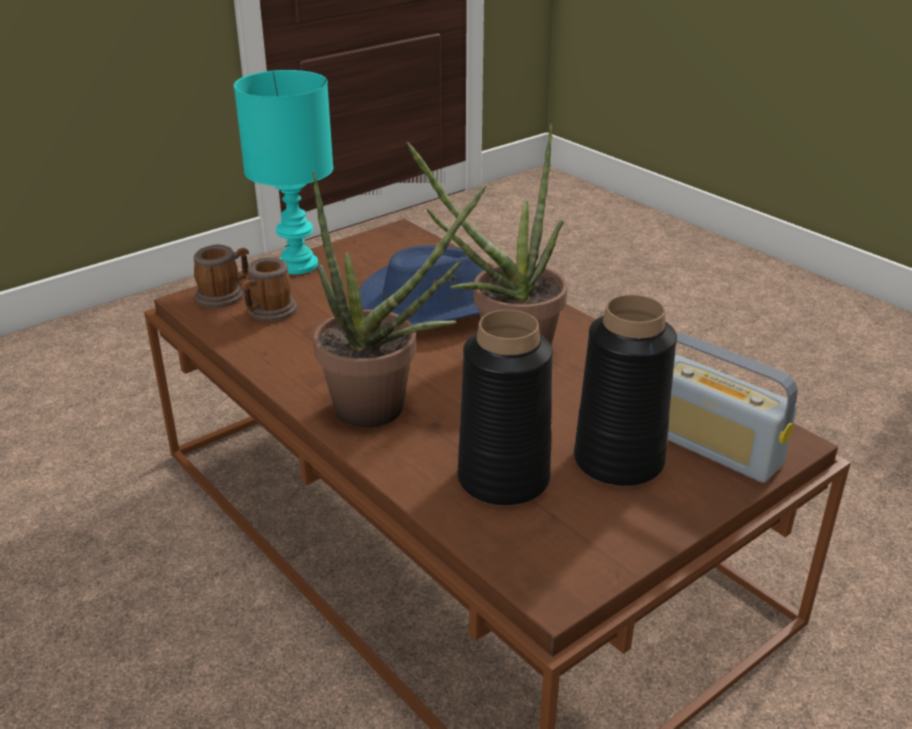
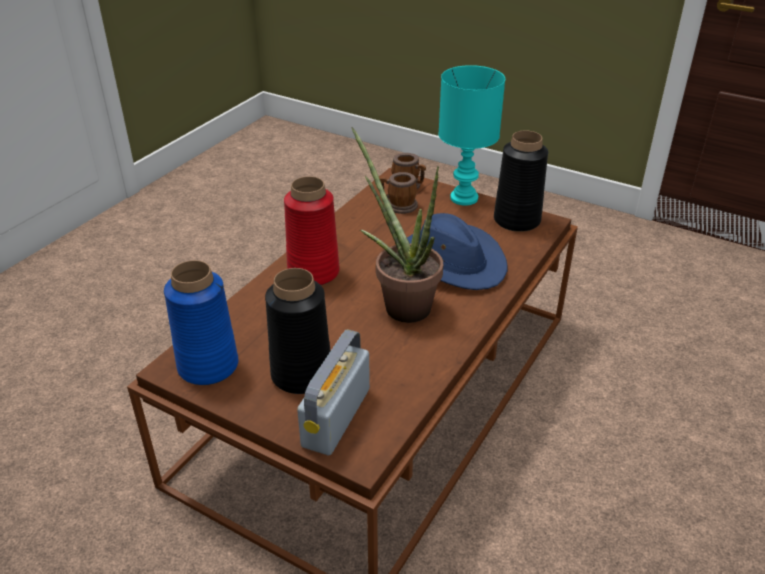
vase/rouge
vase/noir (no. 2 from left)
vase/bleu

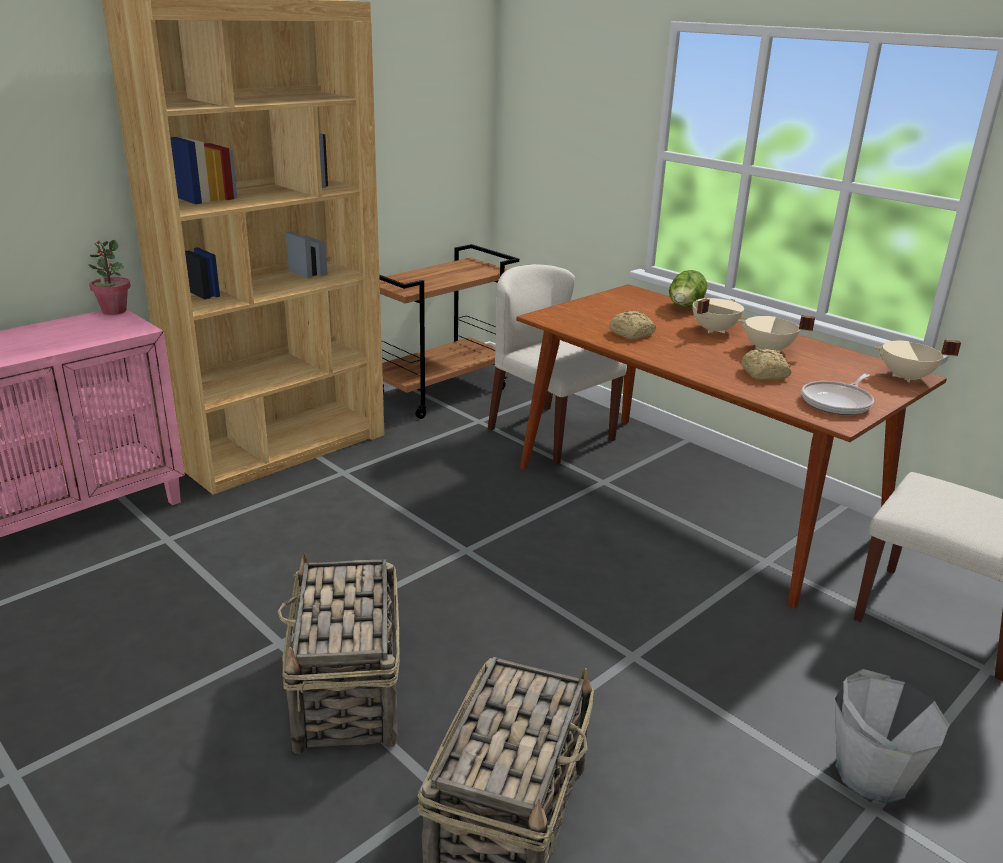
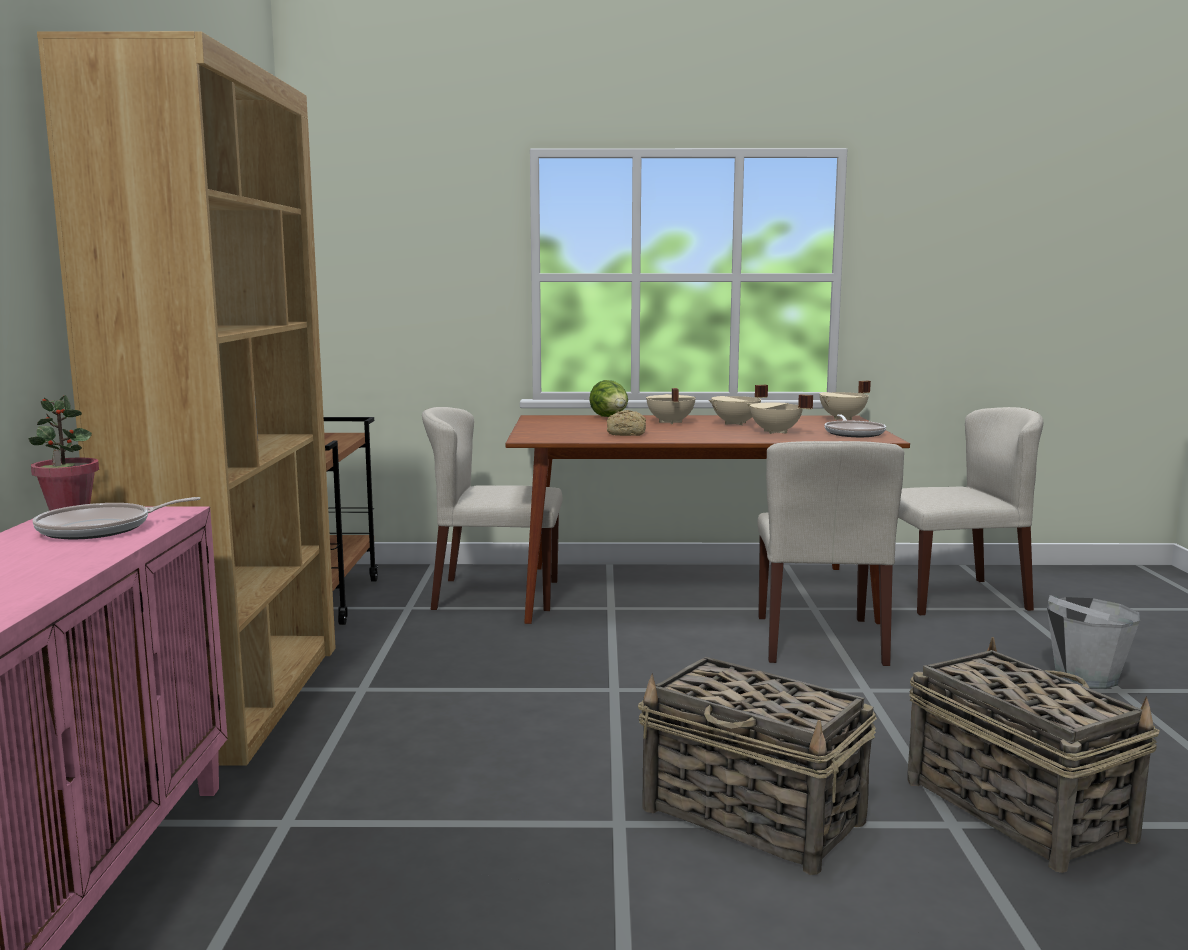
marmite/beige (no. 3 from left)
poêle (no. 1 from left)
chaise/beige (no. 2 from left)

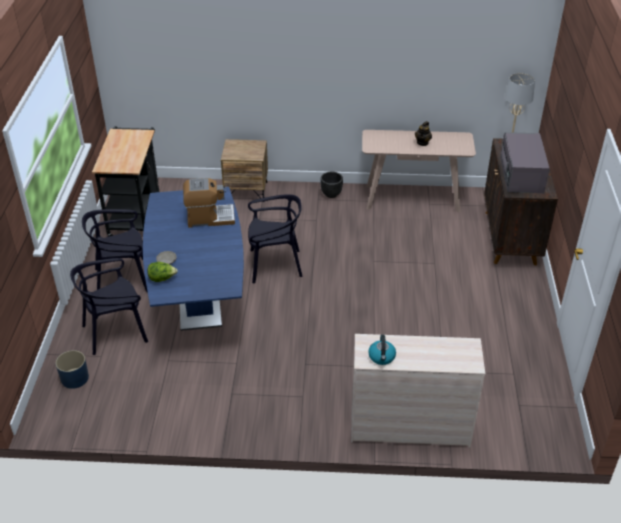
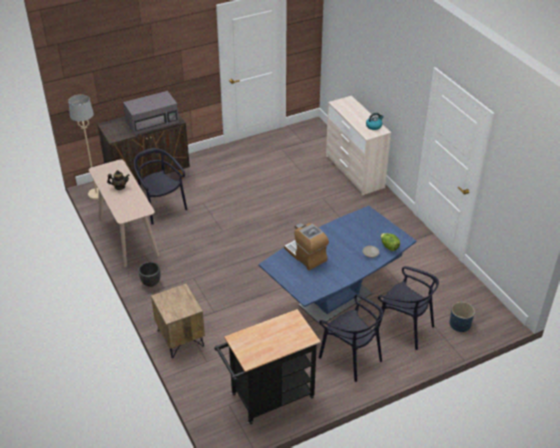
chaise/noir (no. 1 from left)

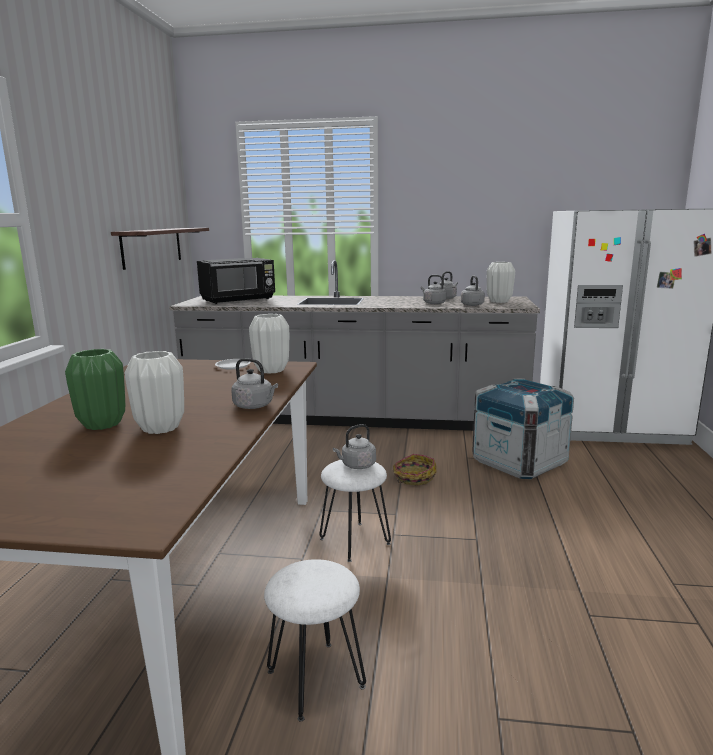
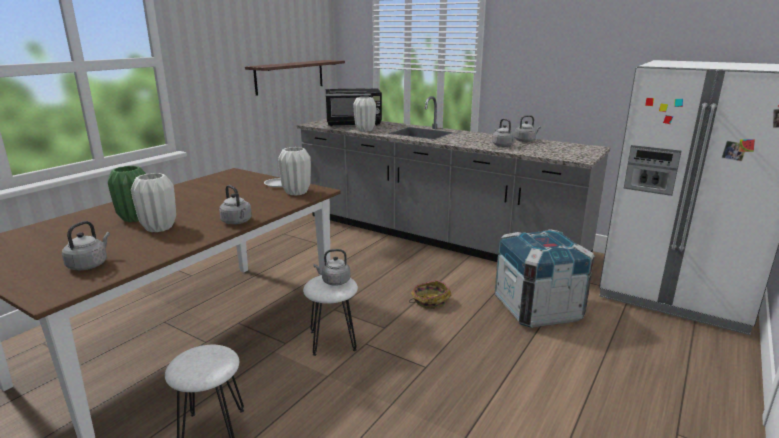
bouilloire/gris (no. 1 from left)
vase/blanc (no. 3 from left)

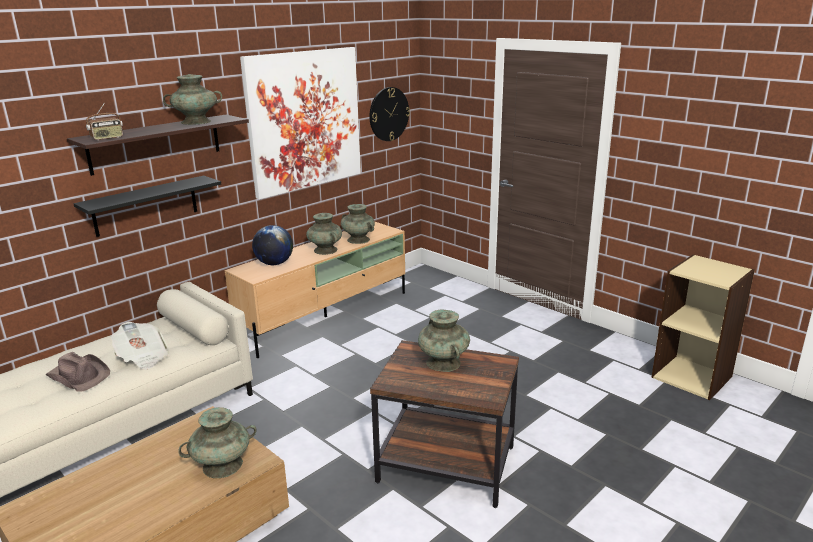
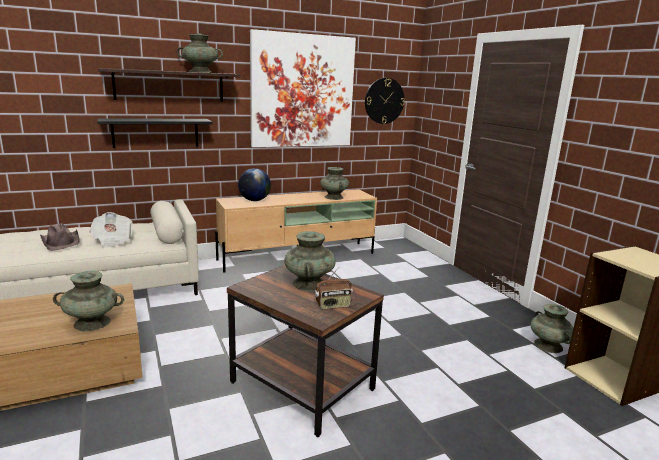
radio
vase/turquoise (no. 5 from left)

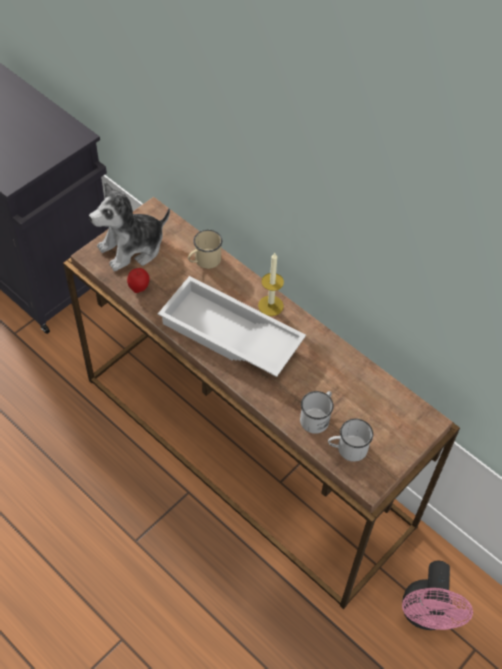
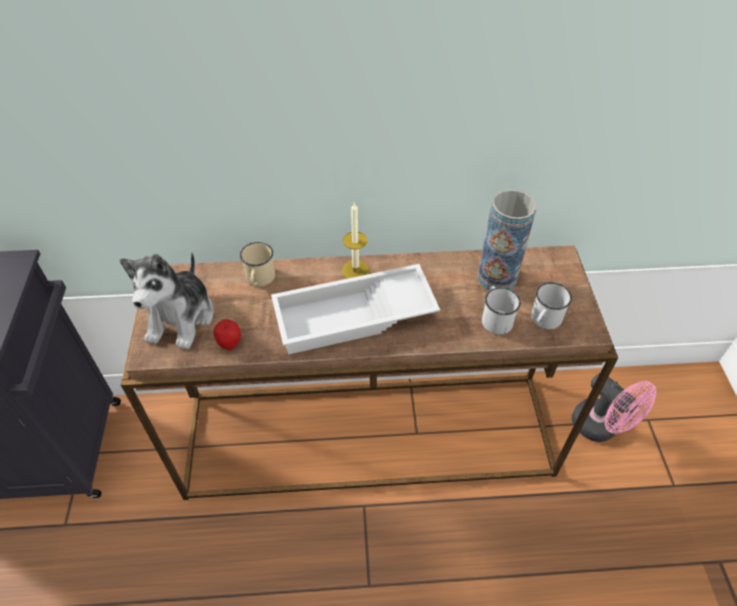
vase

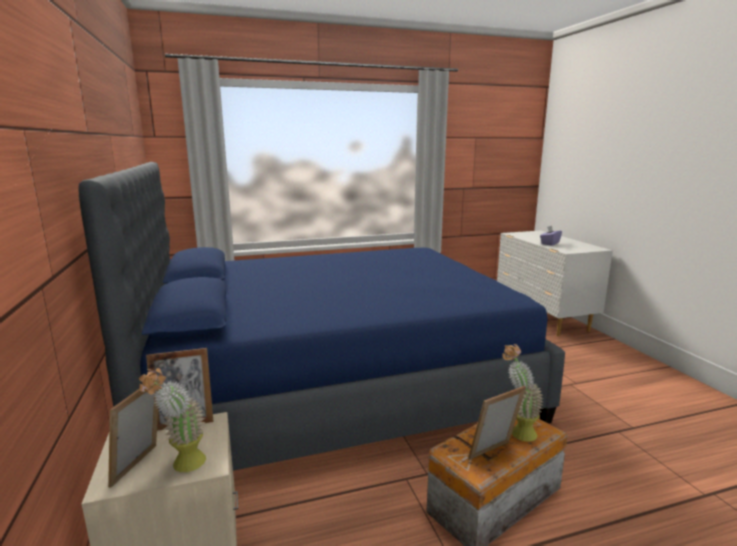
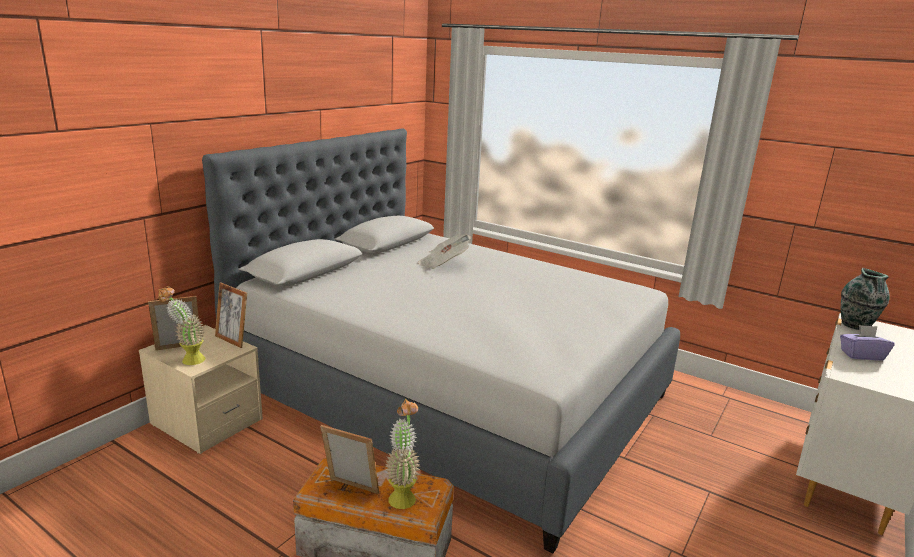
lit/gris
journal
vase

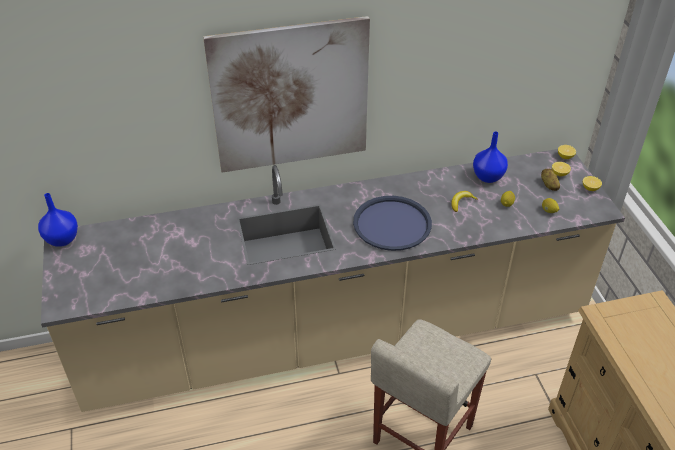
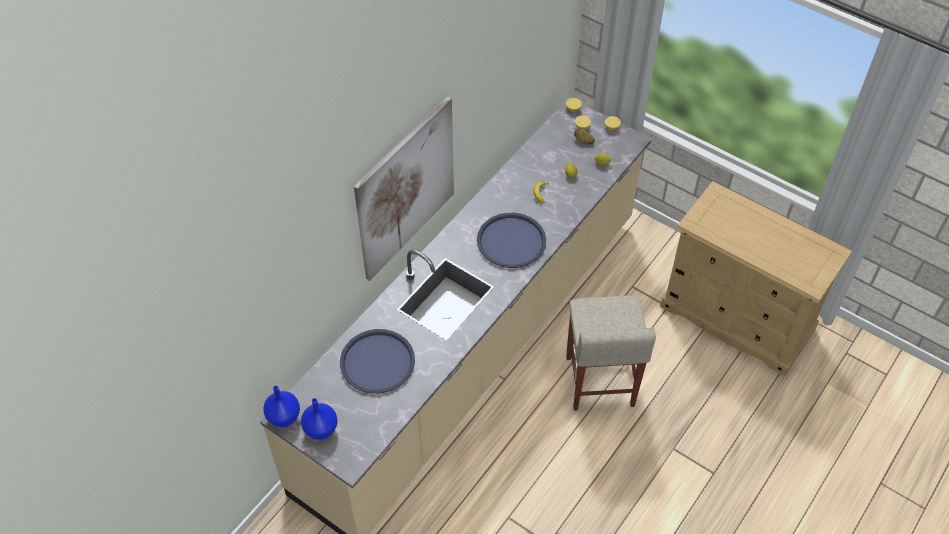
vase/bleu (no. 2 from left)
plateau/bleu (no. 1 from left)

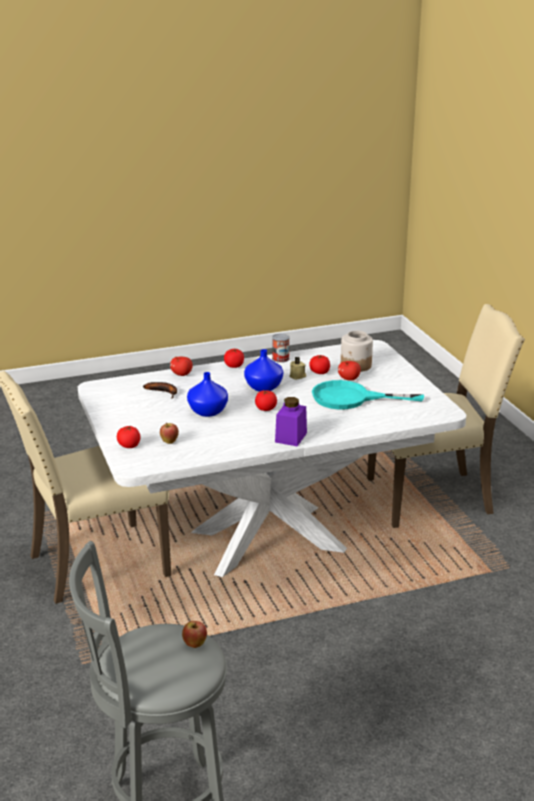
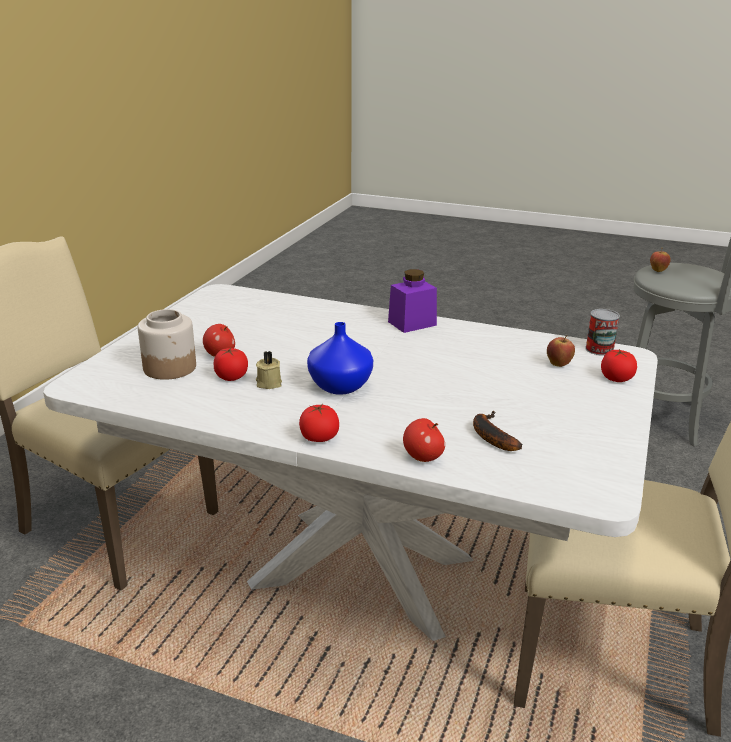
vase/bleu (no. 1 from left in the first image)
tomate (no. 3 from left in the first image)
boîte métallique
poêle/turquoise

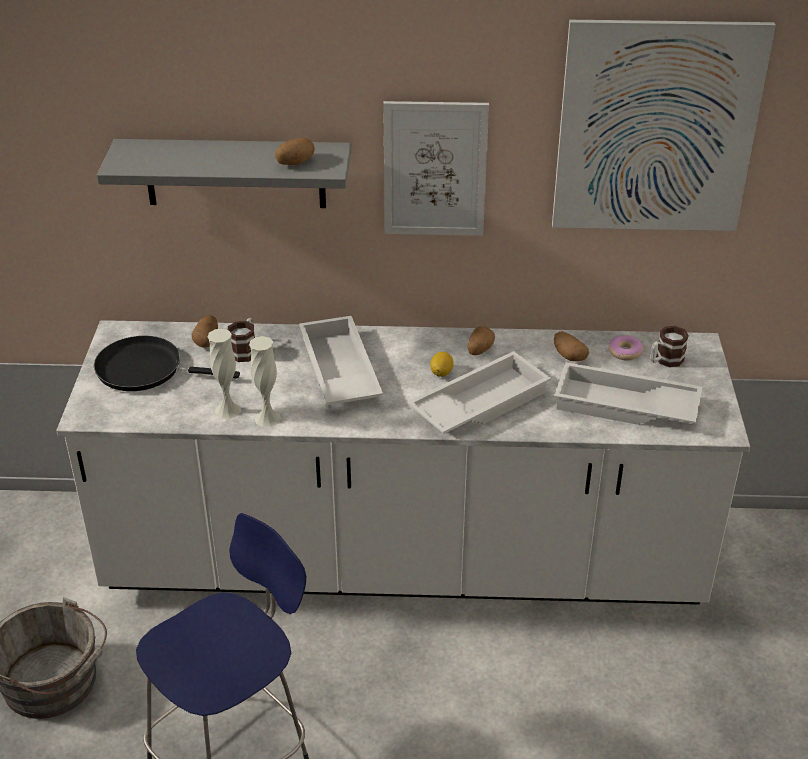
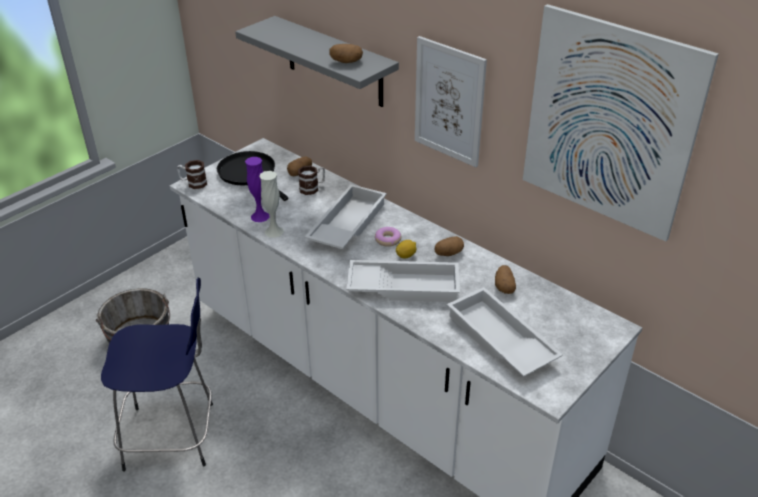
vase/violet
beignet
mug (no. 1 from left)

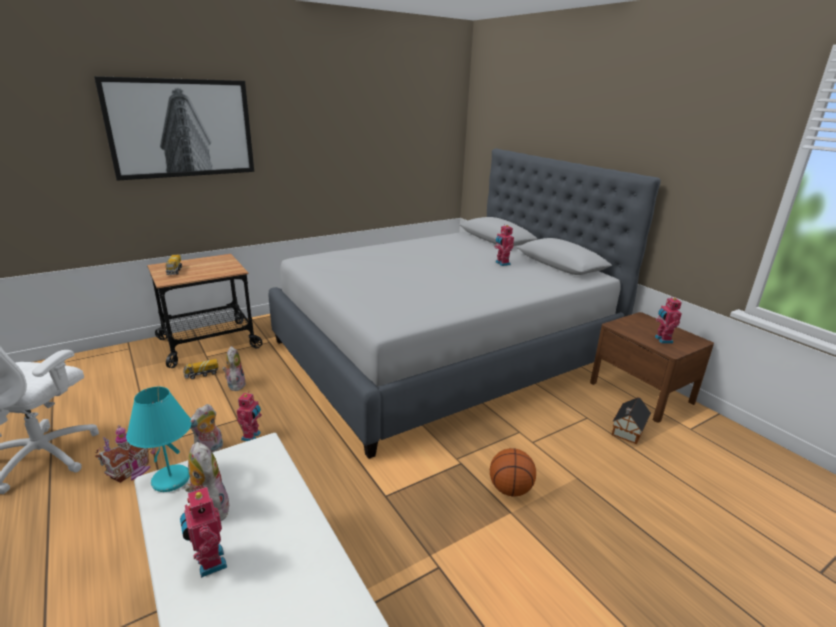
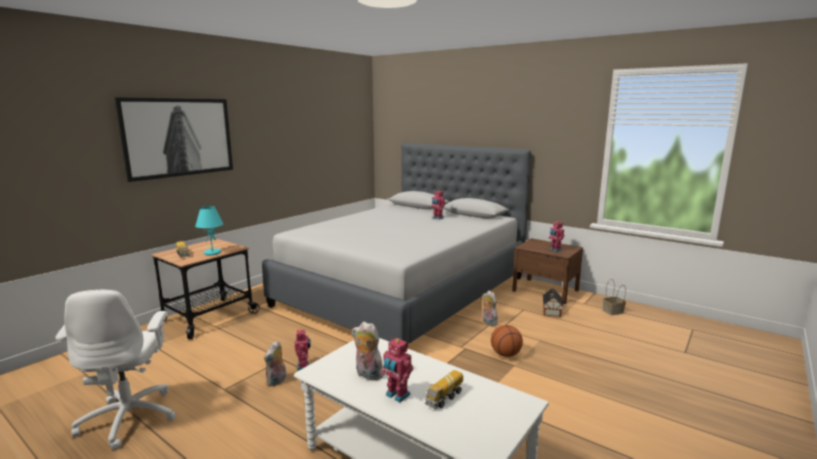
maison miniature (no. 1 from left in the first image)
lampe de table/turquoise
camion jouet (no. 2 from left)
peluche (no. 3 from left)
panier

